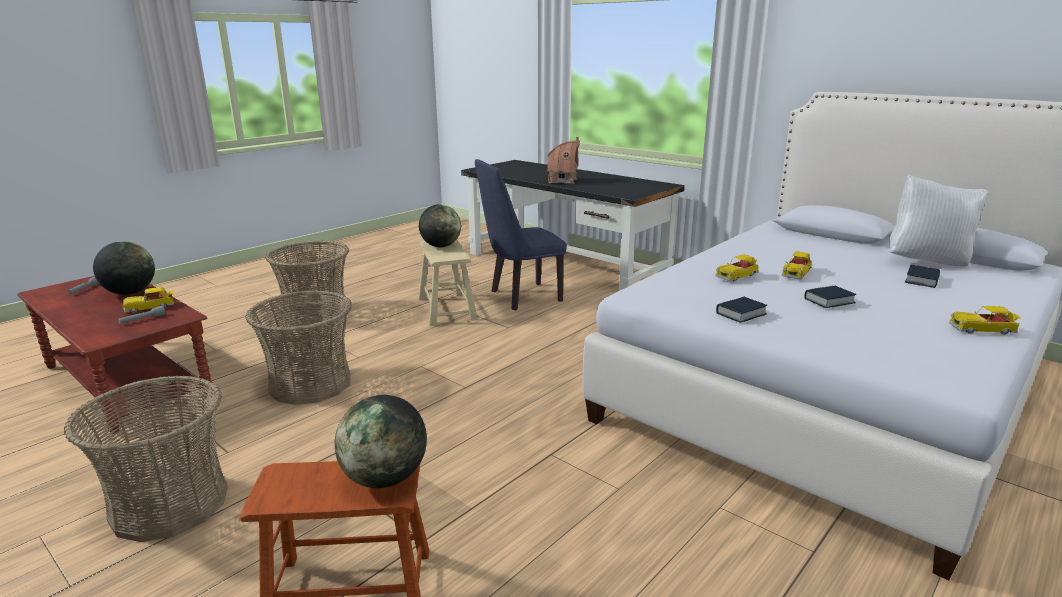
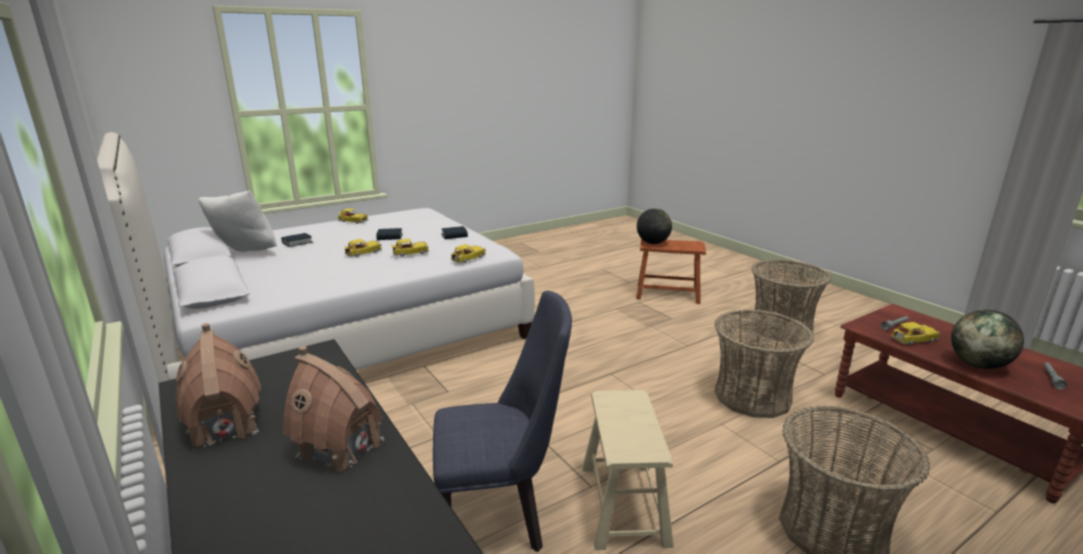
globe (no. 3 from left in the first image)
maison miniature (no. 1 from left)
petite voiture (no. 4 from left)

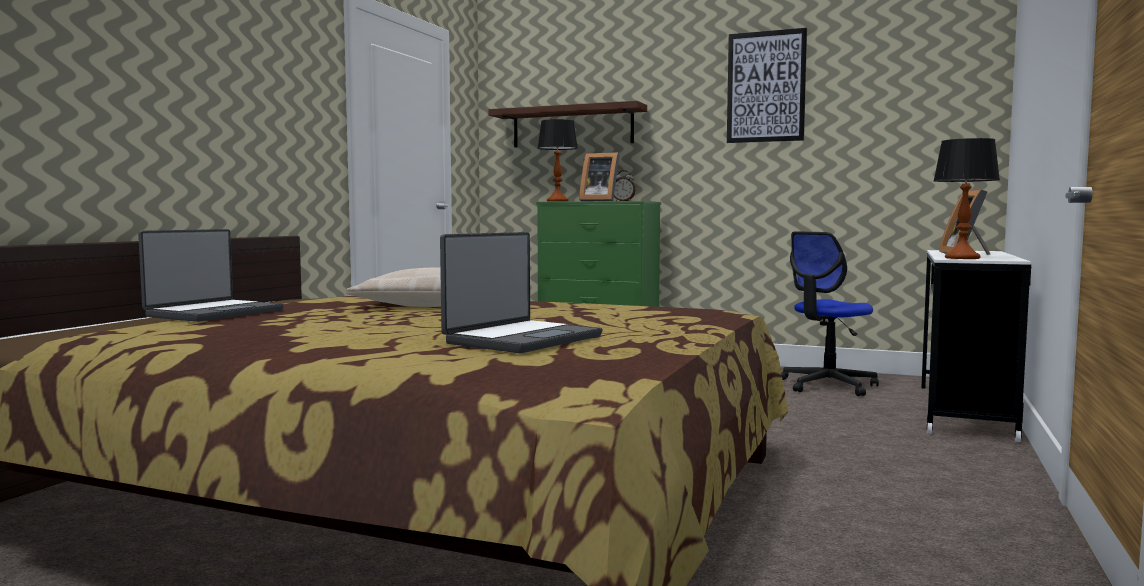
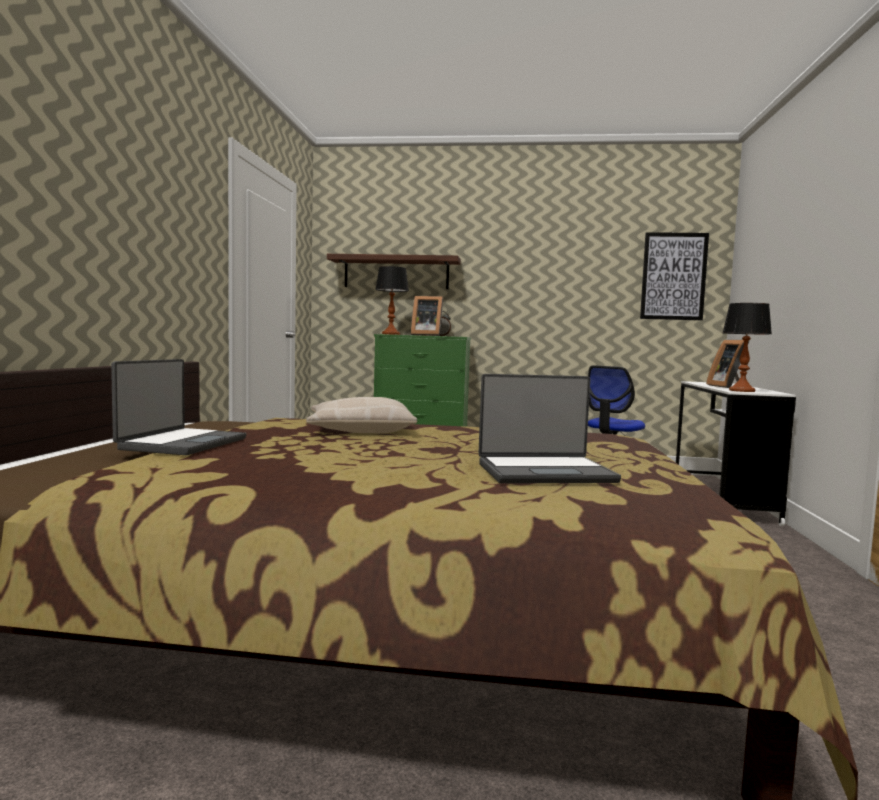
ordinateur portable (no. 2 from left)
tableau

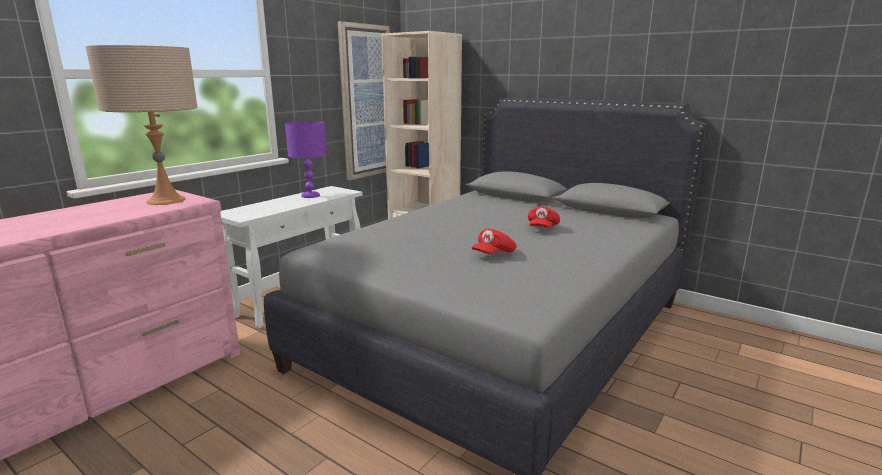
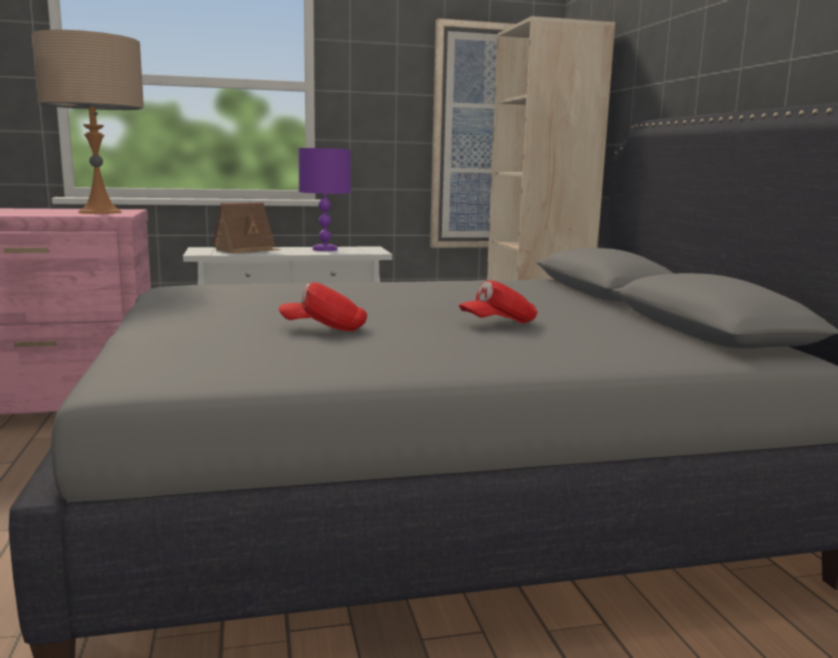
maison miniature

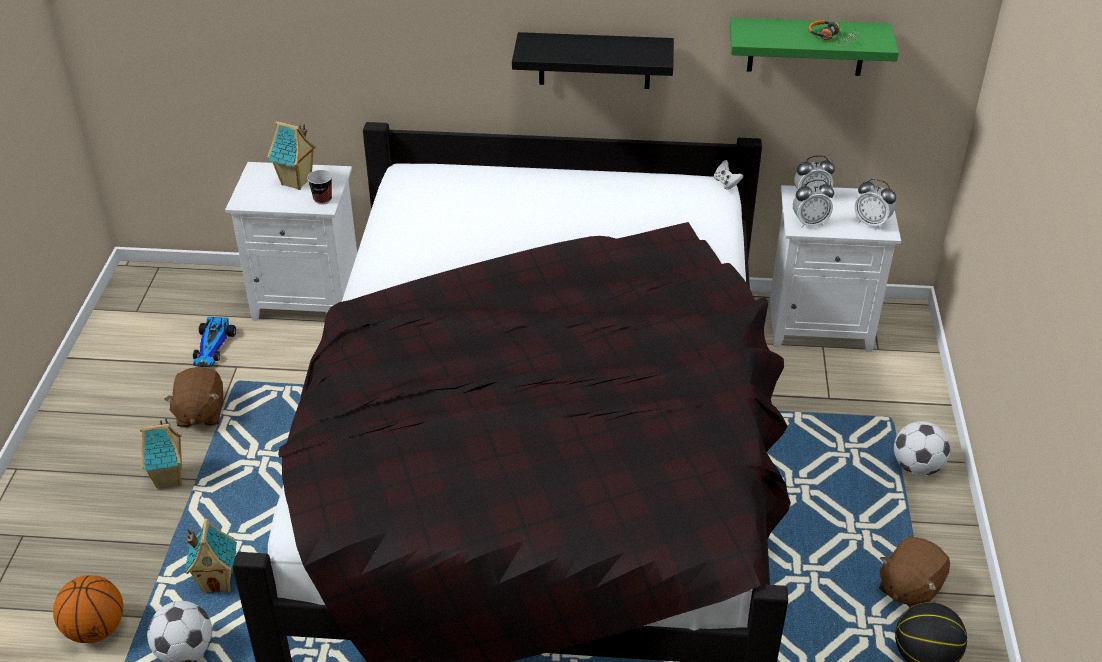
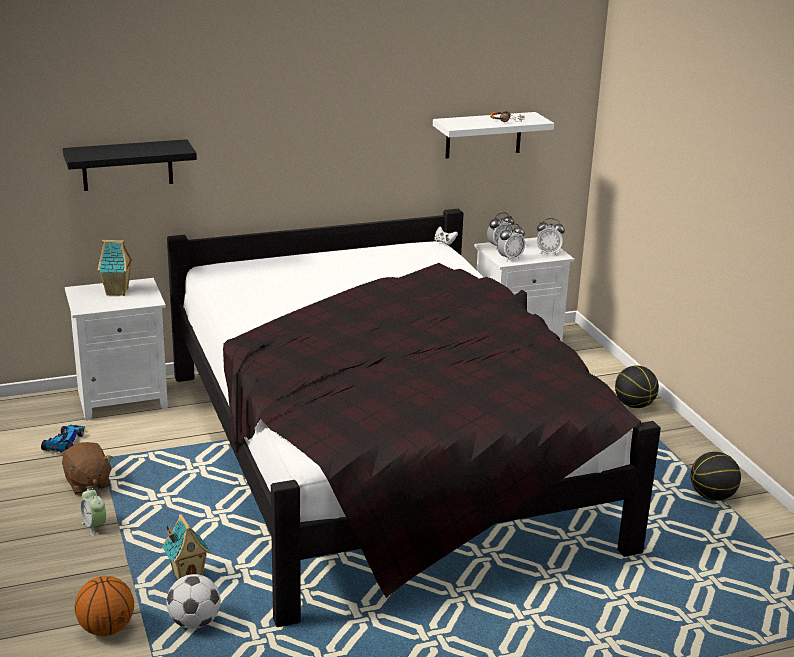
réveil (no. 1 from left)
petite voiture
tasse
étagère/noir
étagère/blanc
peluche/marron (no. 2 from left in the first image)
ballon de basket (no. 2 from left)

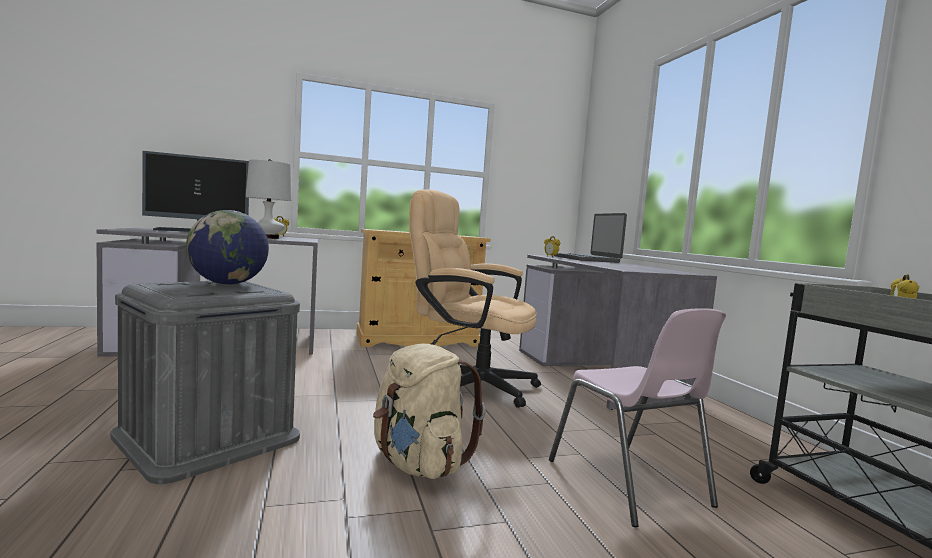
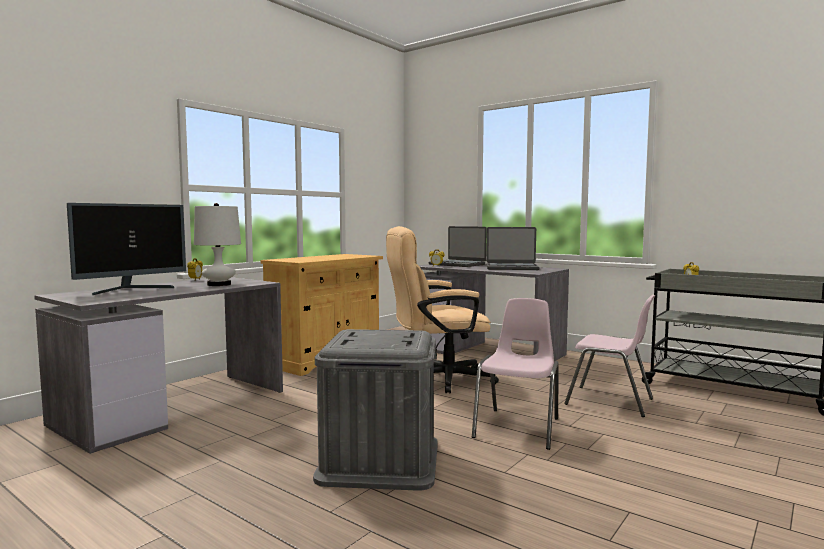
globe
chaise/rose (no. 1 from left)
ordinateur portable (no. 2 from left)

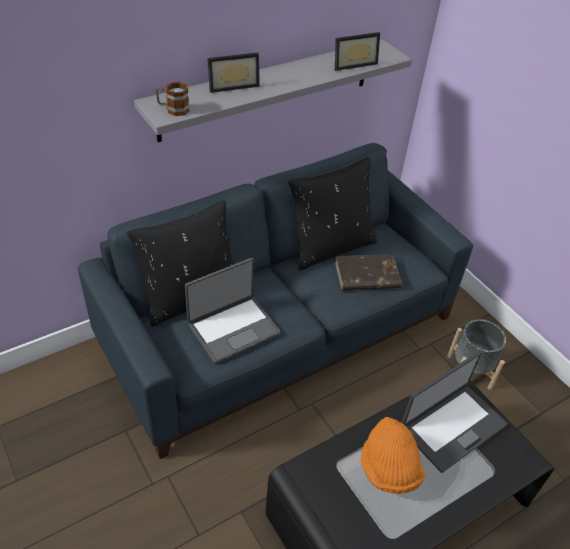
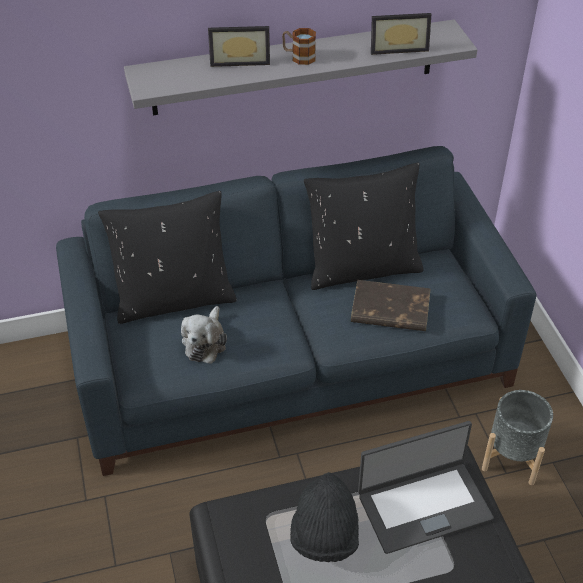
mug
peluche
chapeau/noir

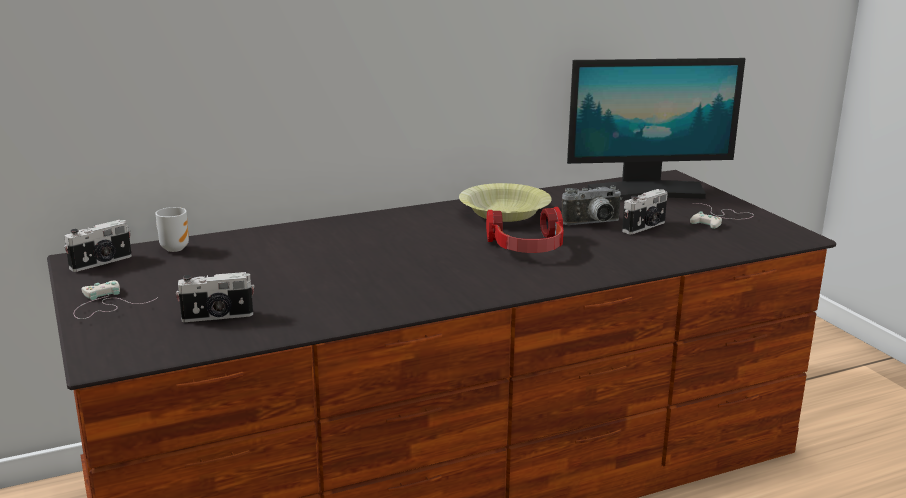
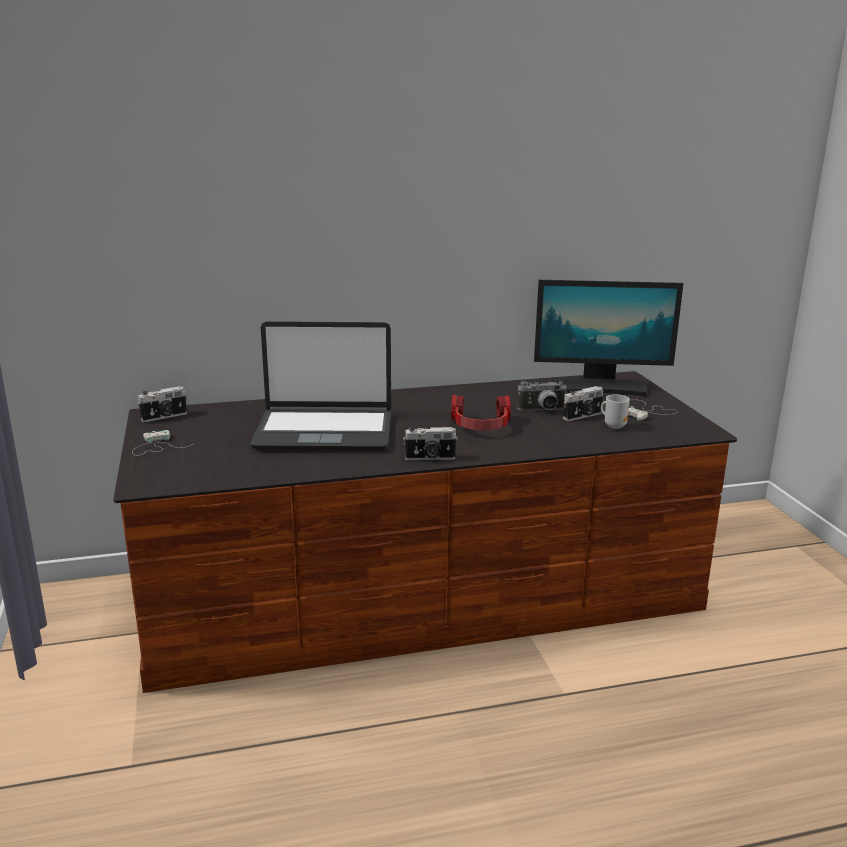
mug
appareil photo (no. 2 from left)
bol/jaune
ordinateur portable

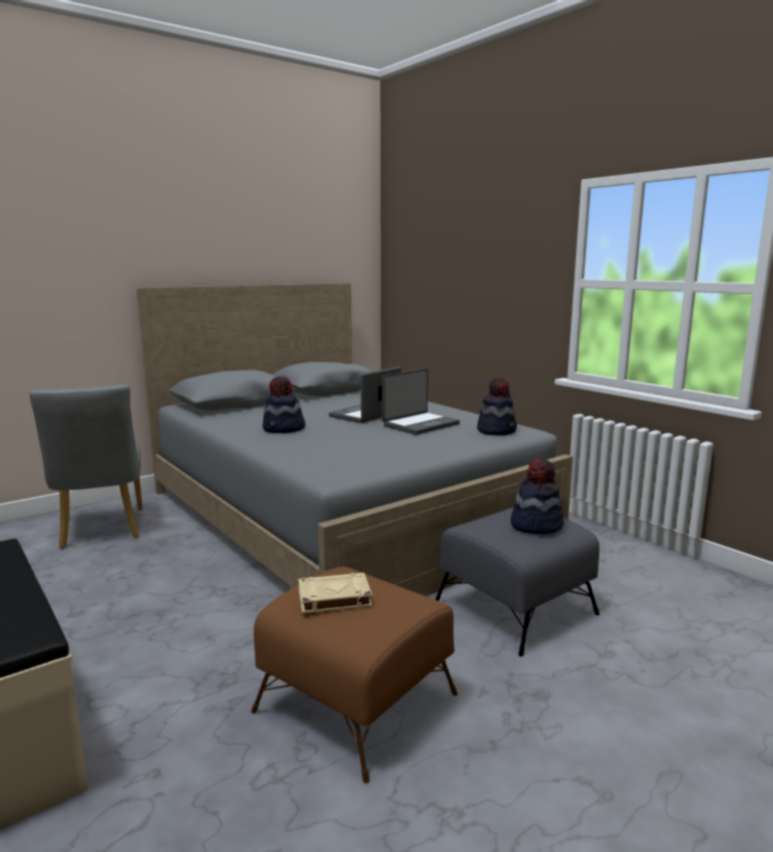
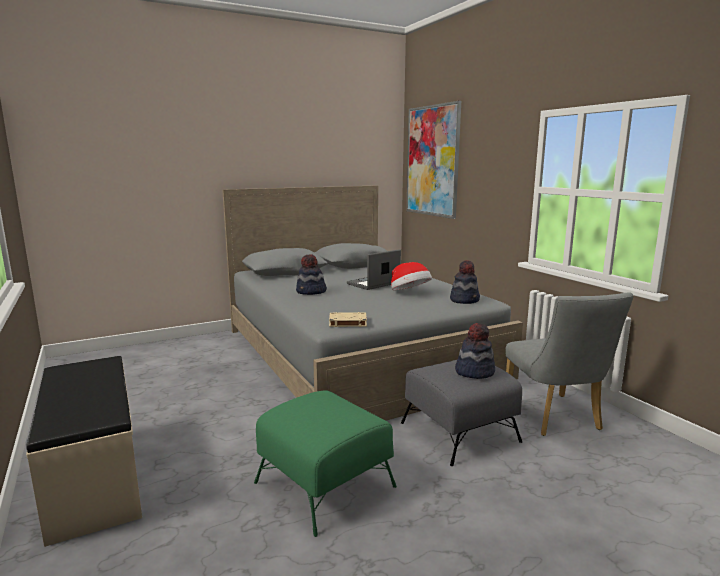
chaise/gris
pouf/vert
livre/beige
chapeau (no. 2 from left)
tableau

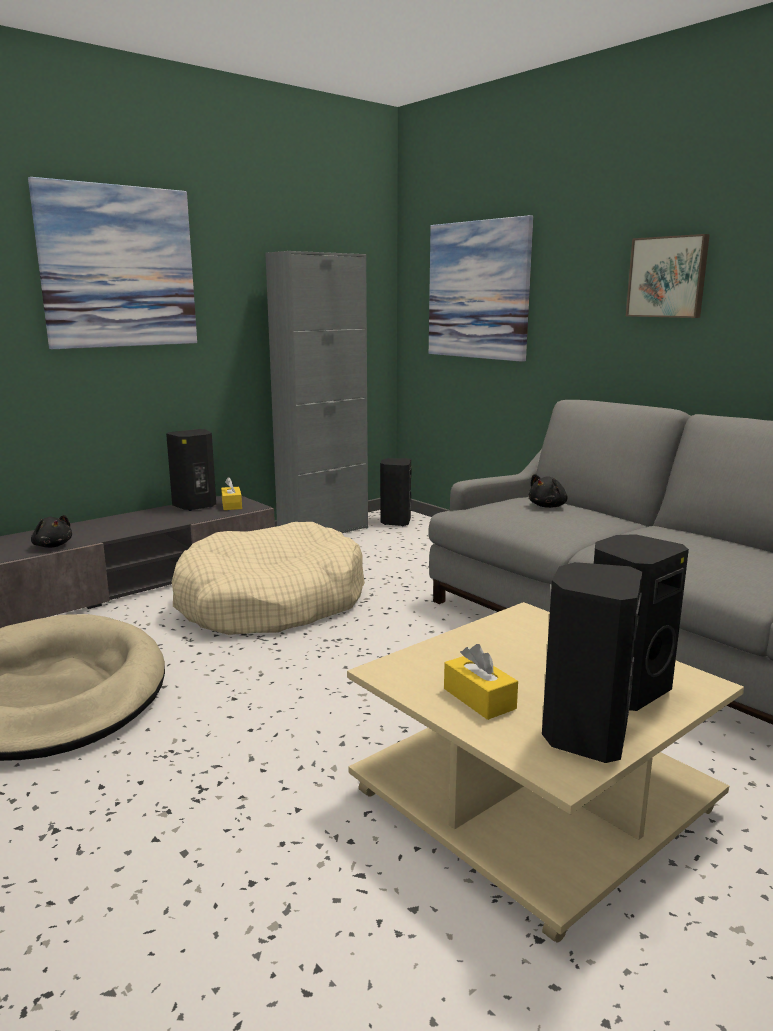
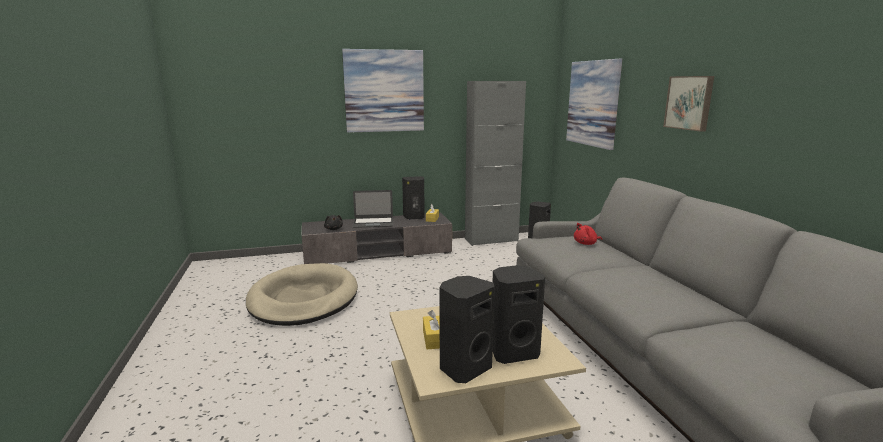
panier pour chien/beige (no. 2 from left in the first image)
peluche/rouge
ordinateur portable

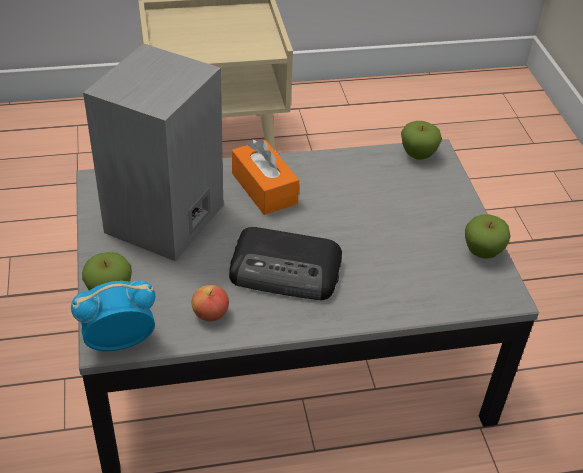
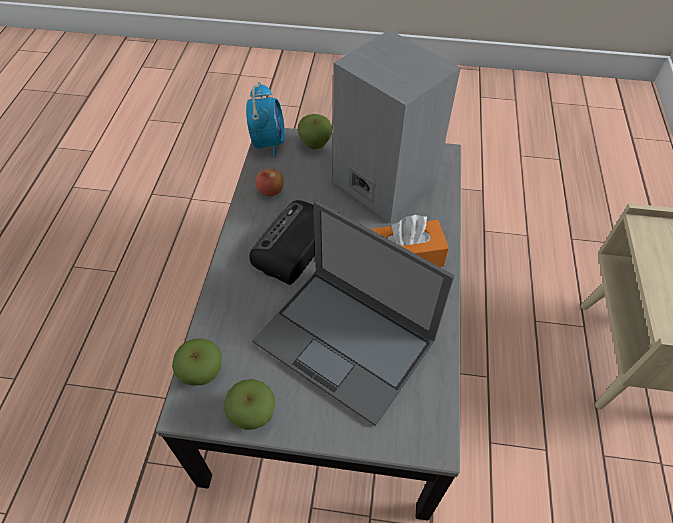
pomme (no. 1 from left)
ordinateur portable

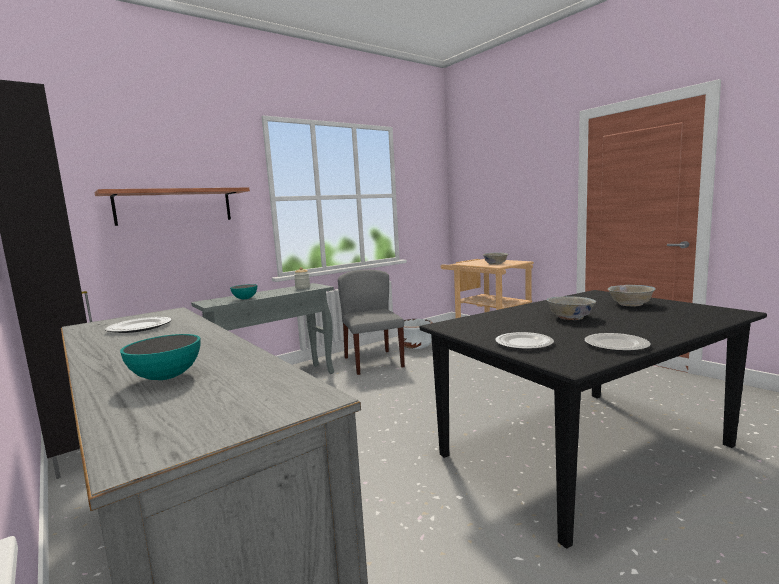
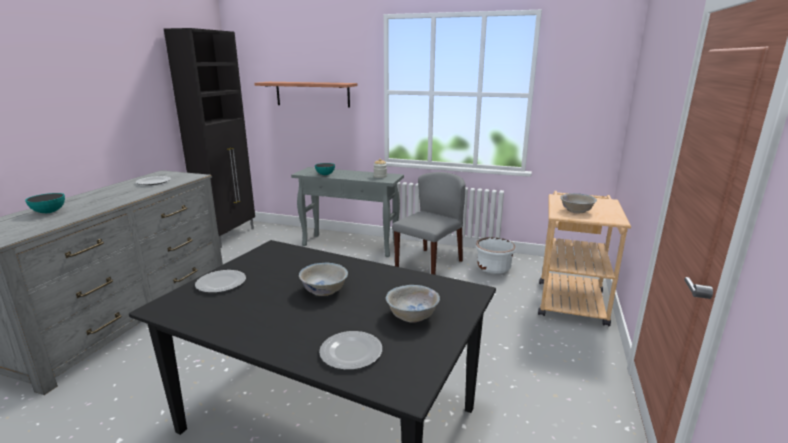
assiette (no. 3 from left)

